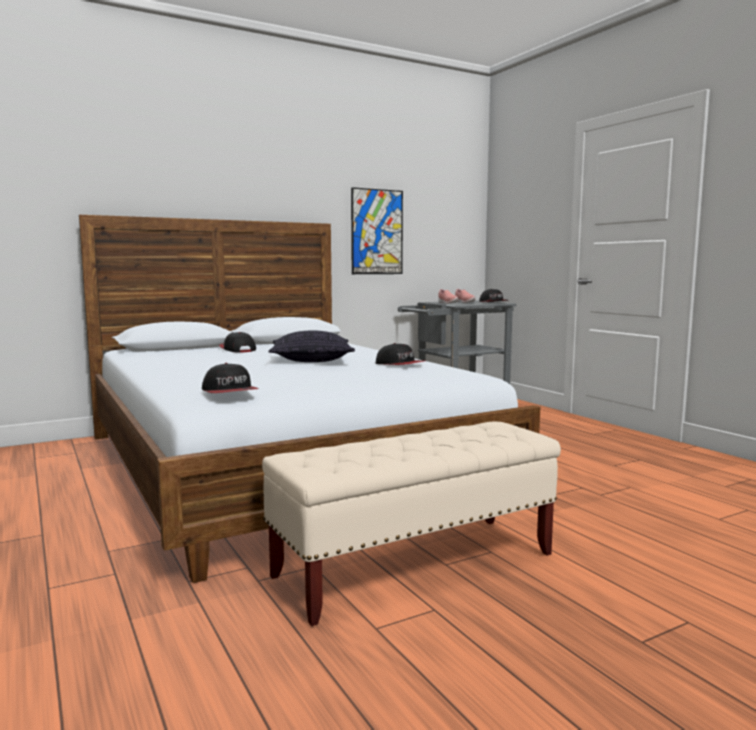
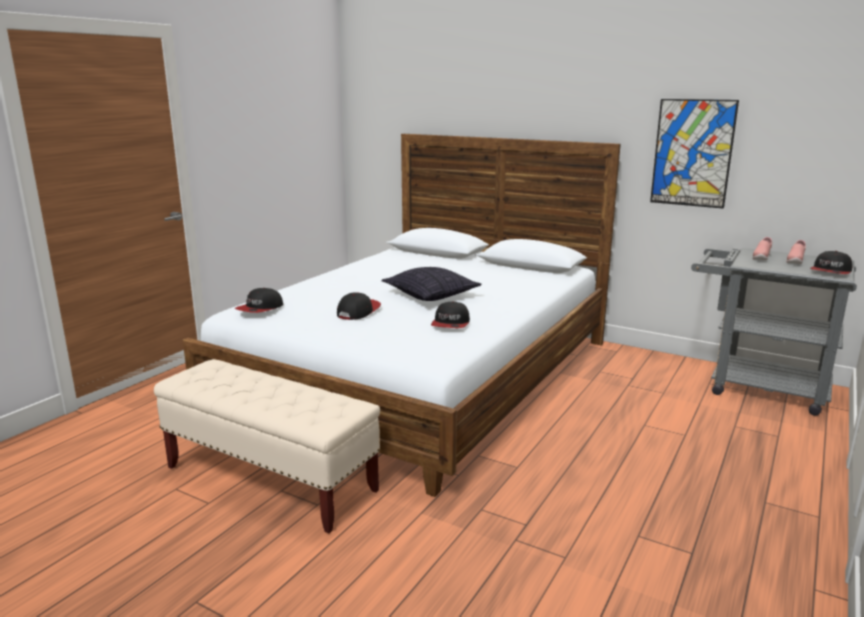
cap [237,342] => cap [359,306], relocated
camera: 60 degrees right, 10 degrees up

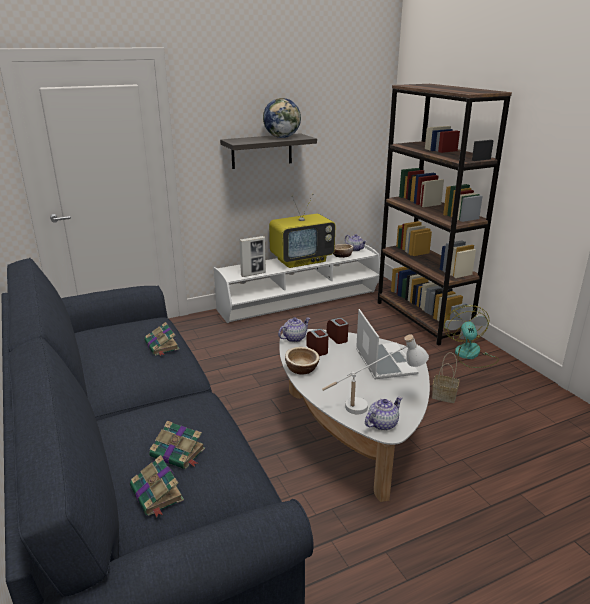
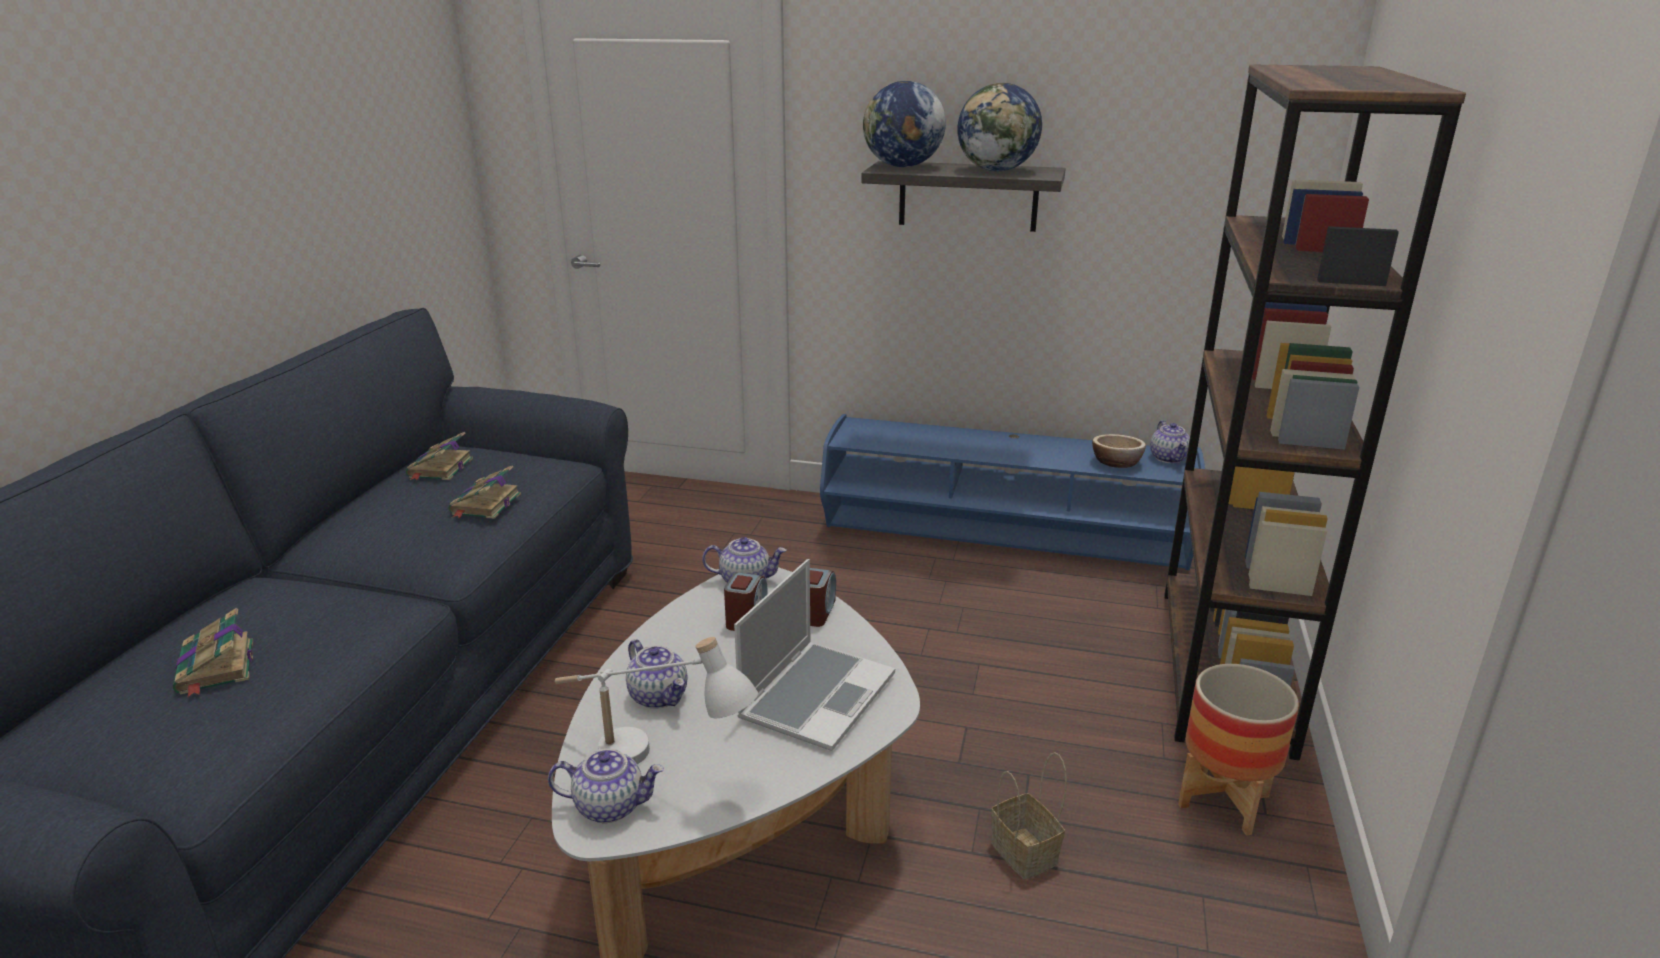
photo frame [252,256] => nothing
TV [302,231] => nothing
bowl [302,361] => nothing
nothing => tea pot [657,674]
nothing => globe [904,124]
volume [157,486] => volume [439,456], relocated
electric fan [471,336] => flower pot [1238,750]
media console/white-coloured [297,283] => media console/blue [1012,492]
camera: 40 degrees right, 0 degrees up

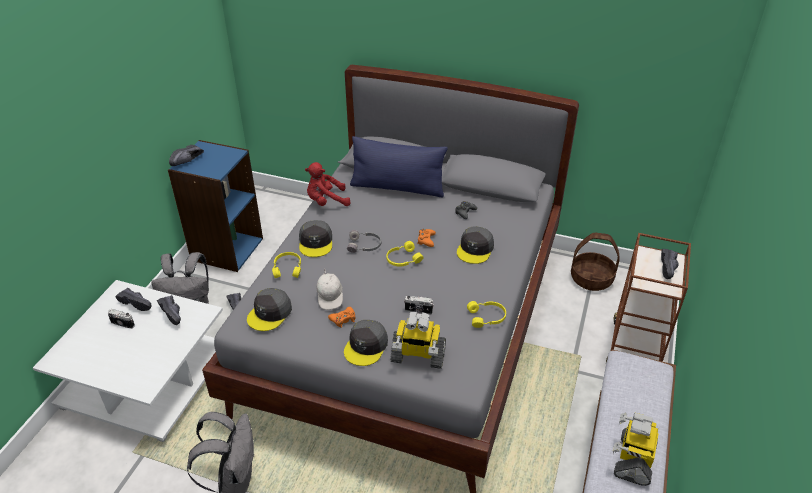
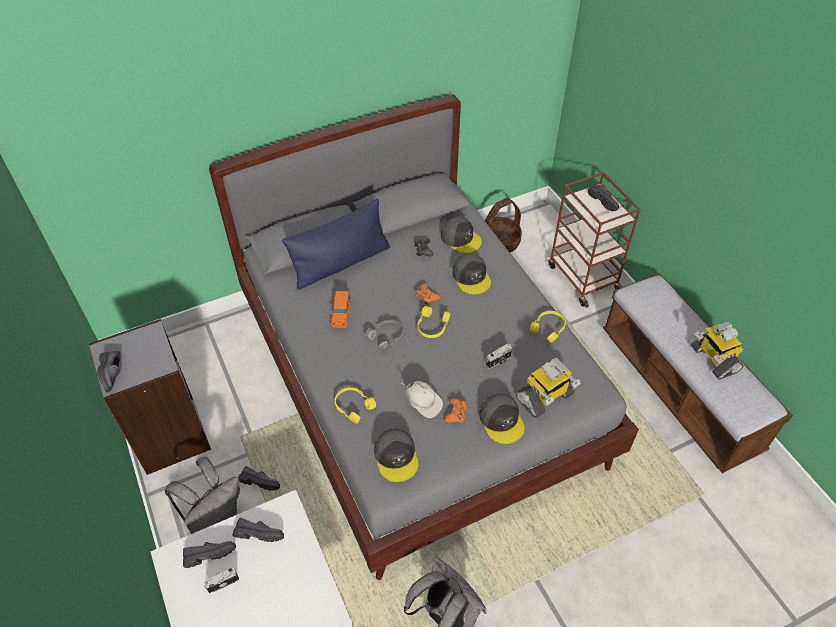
cuddly toy/red [327,184] => nothing
nothing => model car/orange-coloured [341,309]
cap/greyish [315,238] => cap/greyish [461,235], relocated
bookcase/blue [215,206] => bookcase/greyish [150,397]
camera: 45 degrees left, 10 degrees up

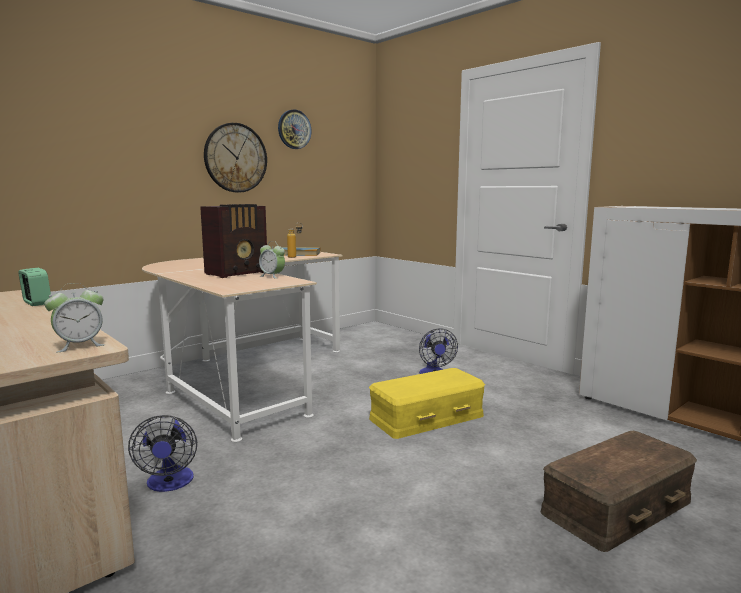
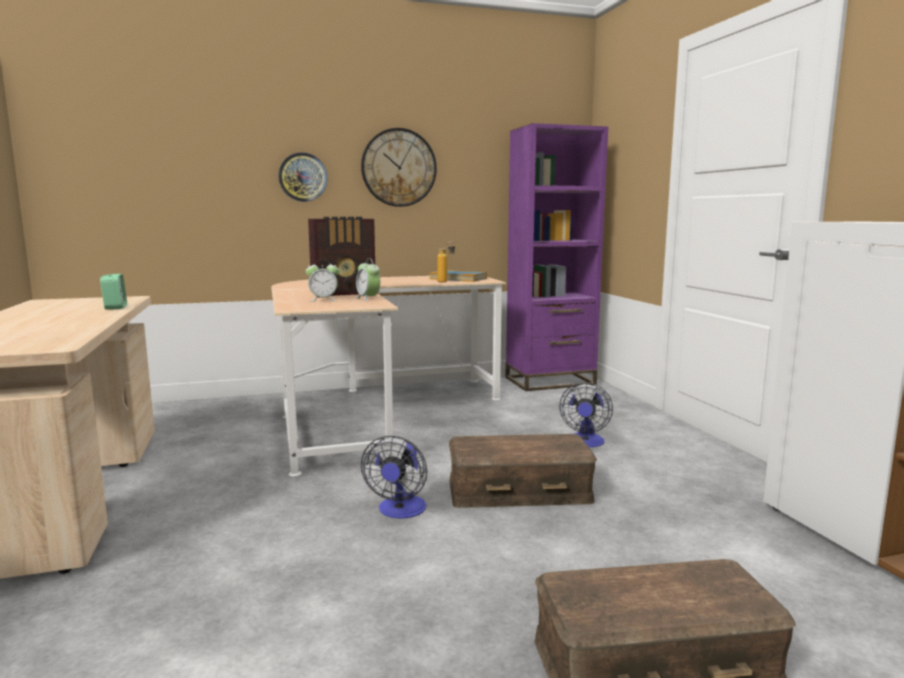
nothing => bookcase/purple-coloured [556,257]
table clock [74,317] => table clock [322,280], relocated
electric fan [162,453] => electric fan [394,477], relocated
hanging clock [295,129] => hanging clock [303,177], relocated
storage container/yellow [427,403] => storage container/brownish [523,471]
camera: 25 degrees right, 0 degrees up

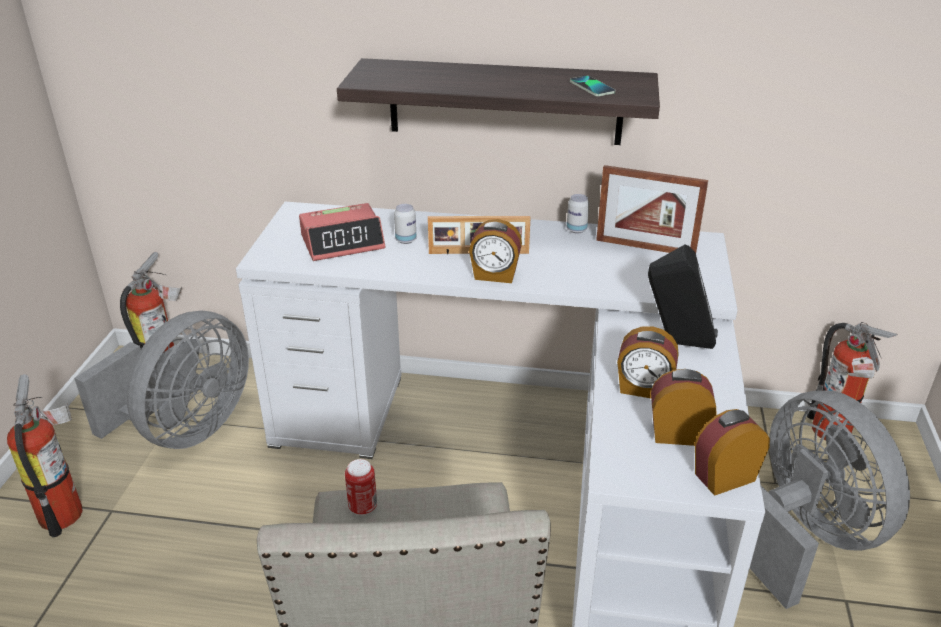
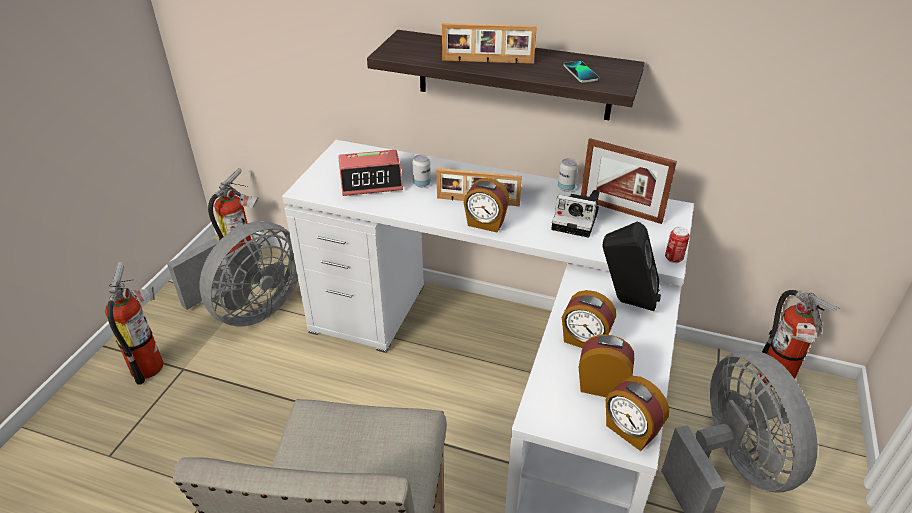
nothing => photo frame [489,43]
nothing => still camera [575,214]
can [361,487] => can [677,245], relocated
table clock [732,452] => table clock [638,413], 120 degrees counterclockwise
camera: 10 degrees right, 5 degrees up

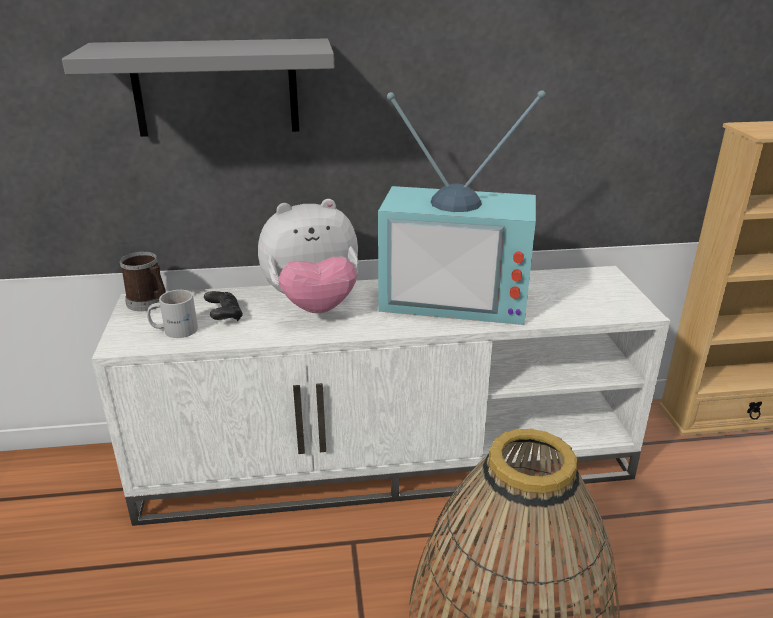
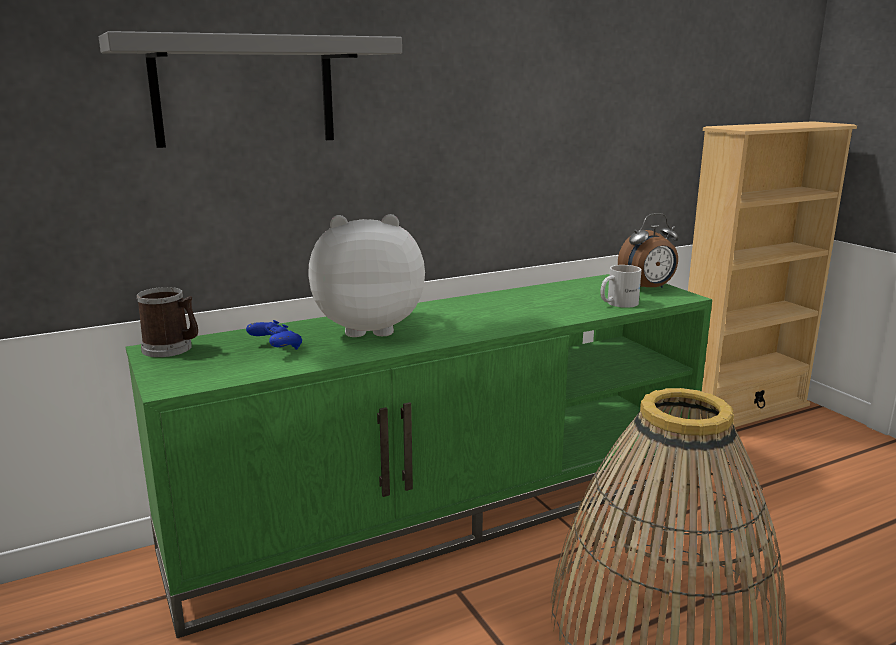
TV [462,207] => nothing
nothing => table clock [648,250]
tea mug/white-coloured [172,314] => tea mug/white-coloured [621,286], relocated
media console/white-coloured [381,396] => media console/green-coloured [419,456]
game controller/black [223,306] => game controller/blue [274,335]
cuddly toy [308,256] => cuddly toy [366,275], 150 degrees counterclockwise
camera: 20 degrees left, 10 degrees down

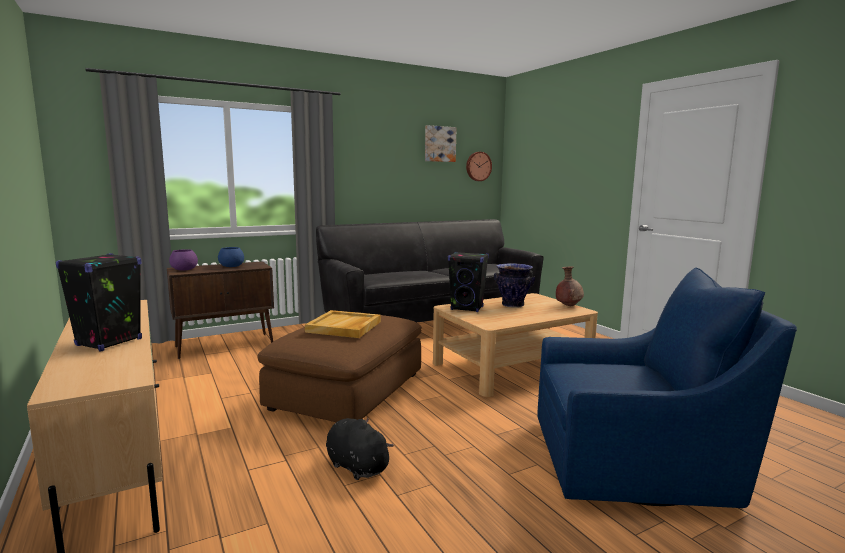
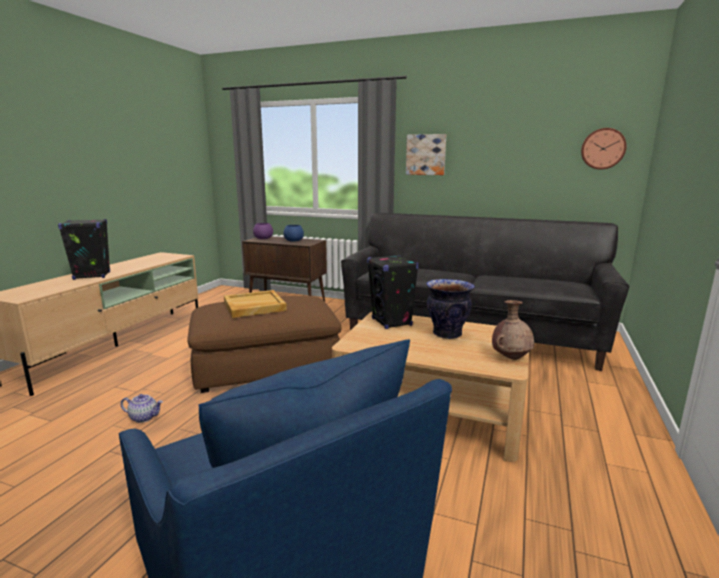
wall art [441,143] => wall art [426,154], relocated
cuddly toy/black [360,449] => tea pot [142,408]
camera: 50 degrees right, 5 degrees up

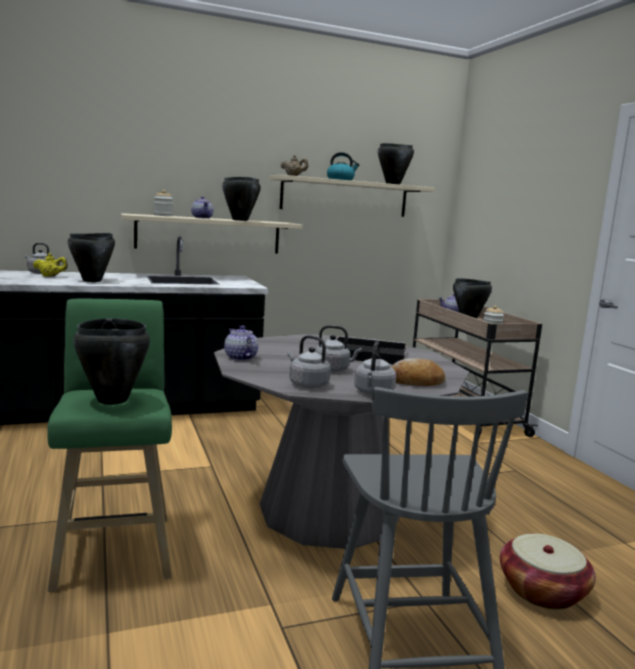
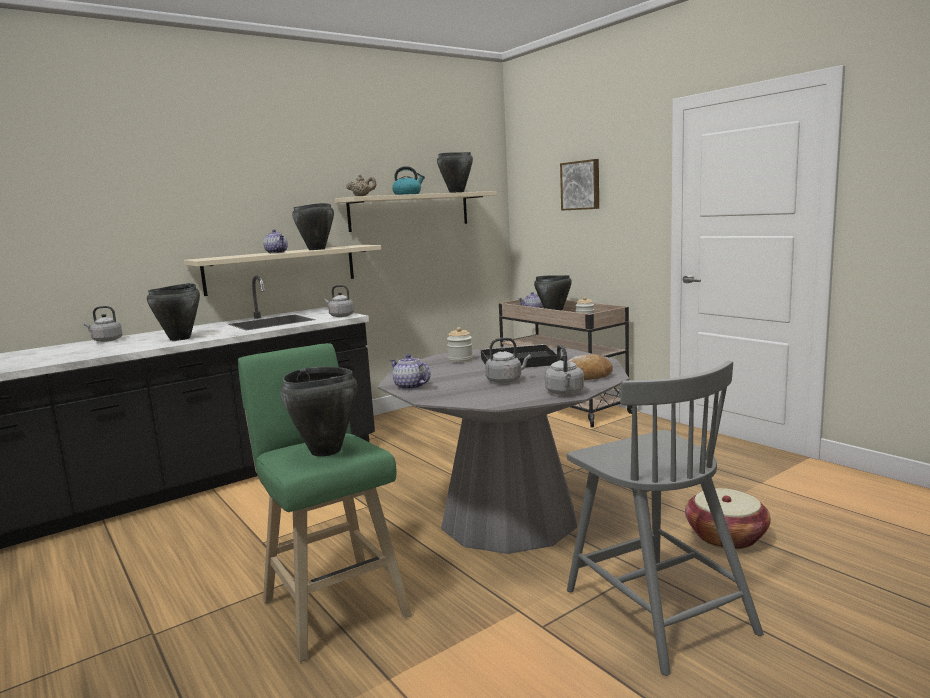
tea pot/yellow [50,265] => nothing
nothing => wall art [579,185]
preserve jar [163,203] => preserve jar [460,345], relocated
tea kettle/greyish [309,361] => tea kettle/greyish [339,301], relocated
camera: 15 degrees left, 0 degrees up

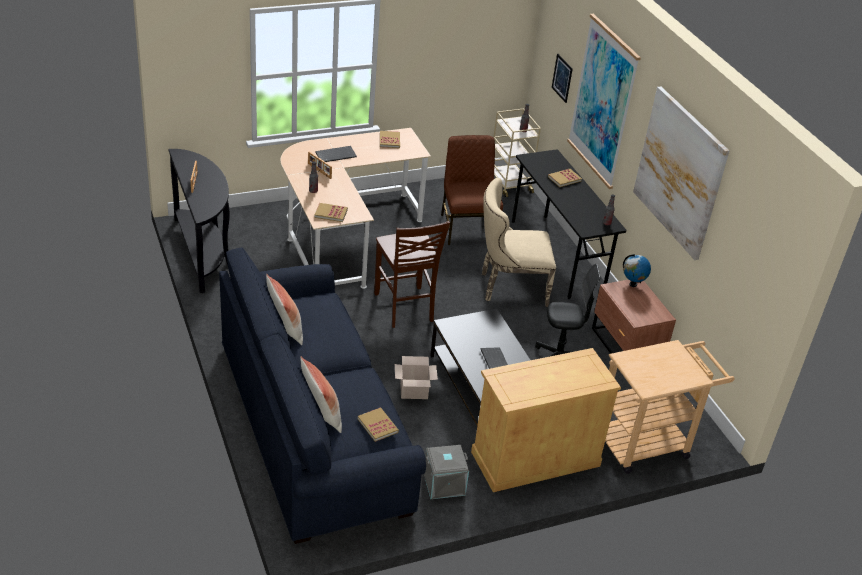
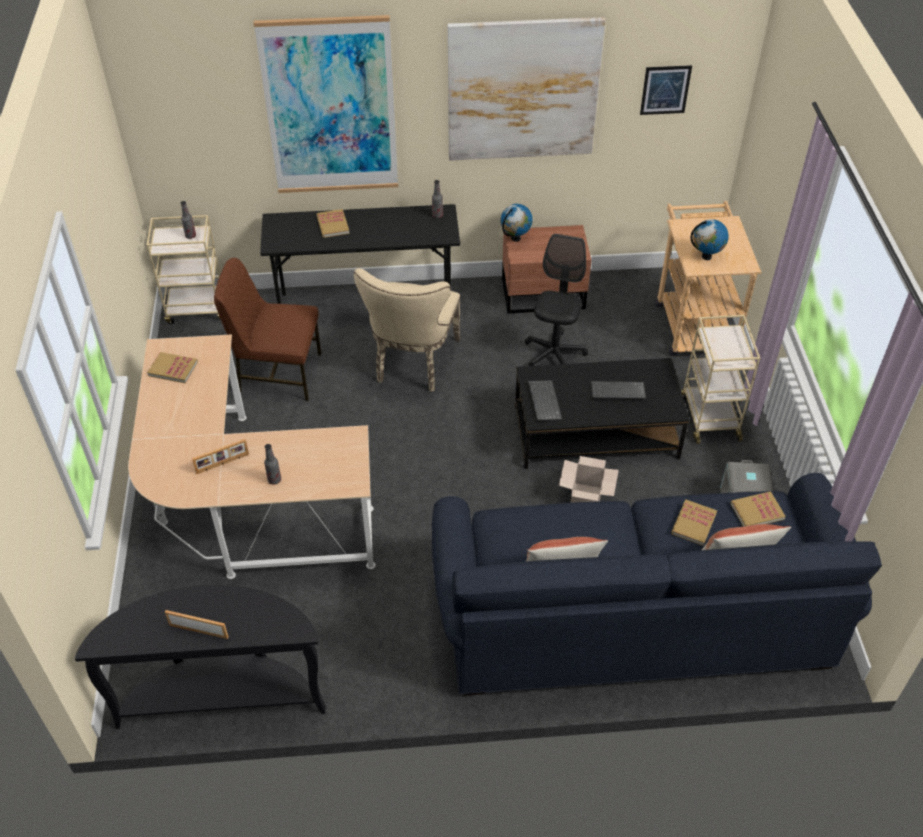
plain chair/brownish [412,274] => nothing
nothing => globe [710,239]
volume [331,212] => volume [694,523], relocated
computer keyboard [336,154] => computer keyboard [545,401], relocated
wall art [562,78] => wall art [666,90], relocated
cupboard/sand-coloured [546,420] => wheeled cart/sand-coloured [720,379]
camera: 70 degrees left, 10 degrees up

